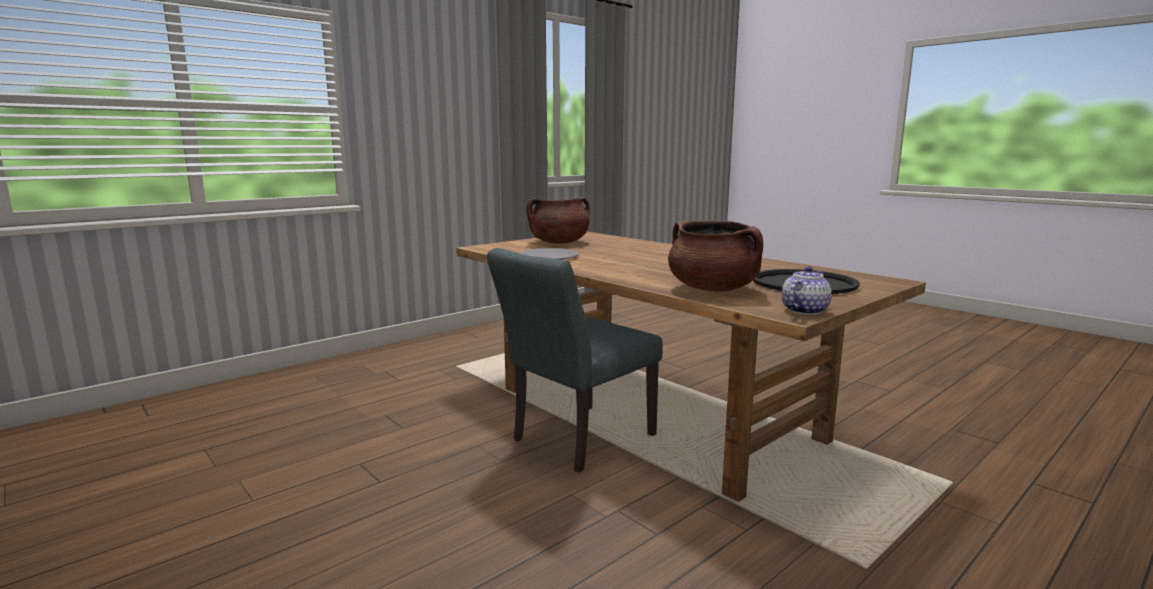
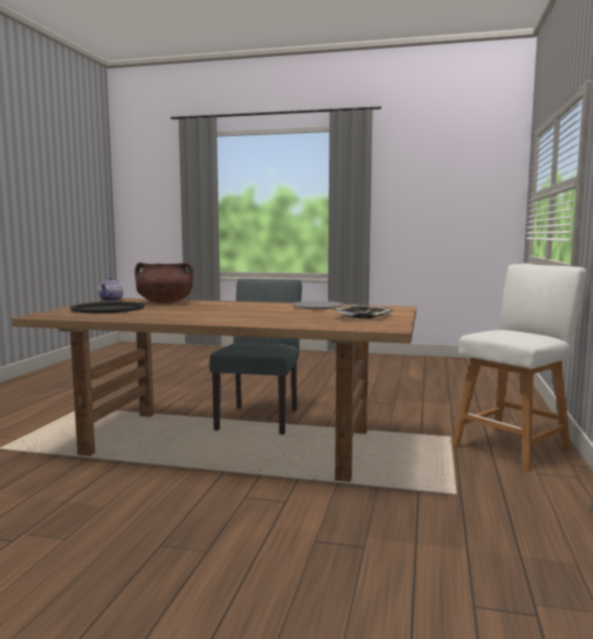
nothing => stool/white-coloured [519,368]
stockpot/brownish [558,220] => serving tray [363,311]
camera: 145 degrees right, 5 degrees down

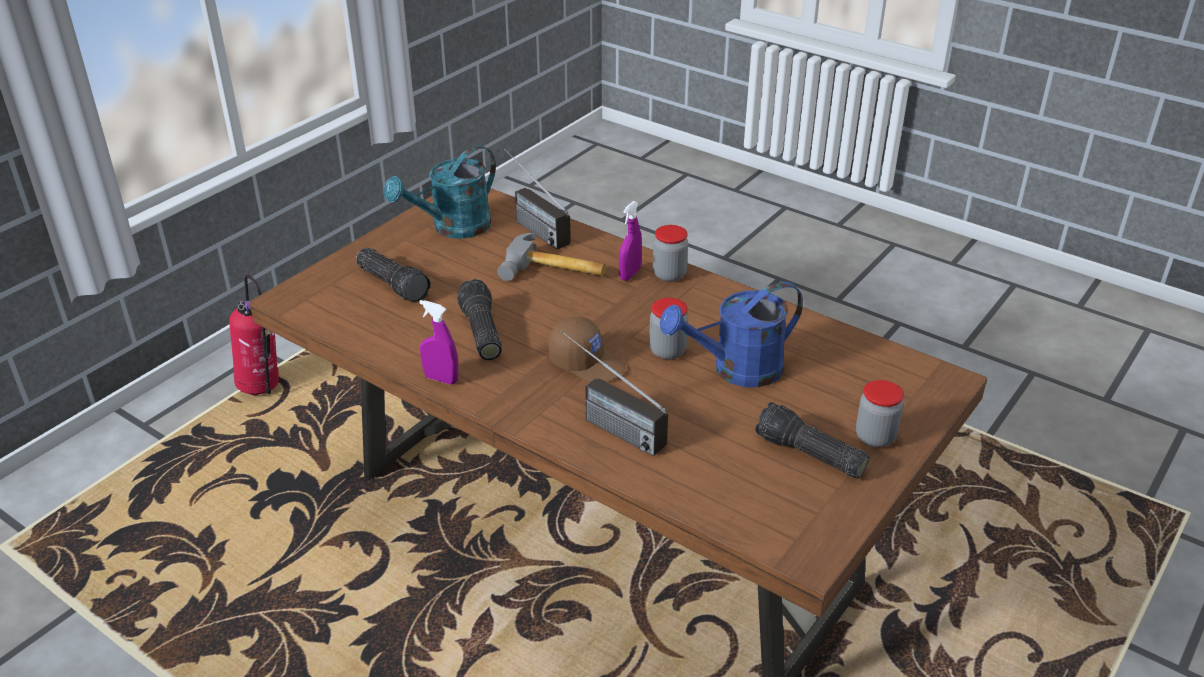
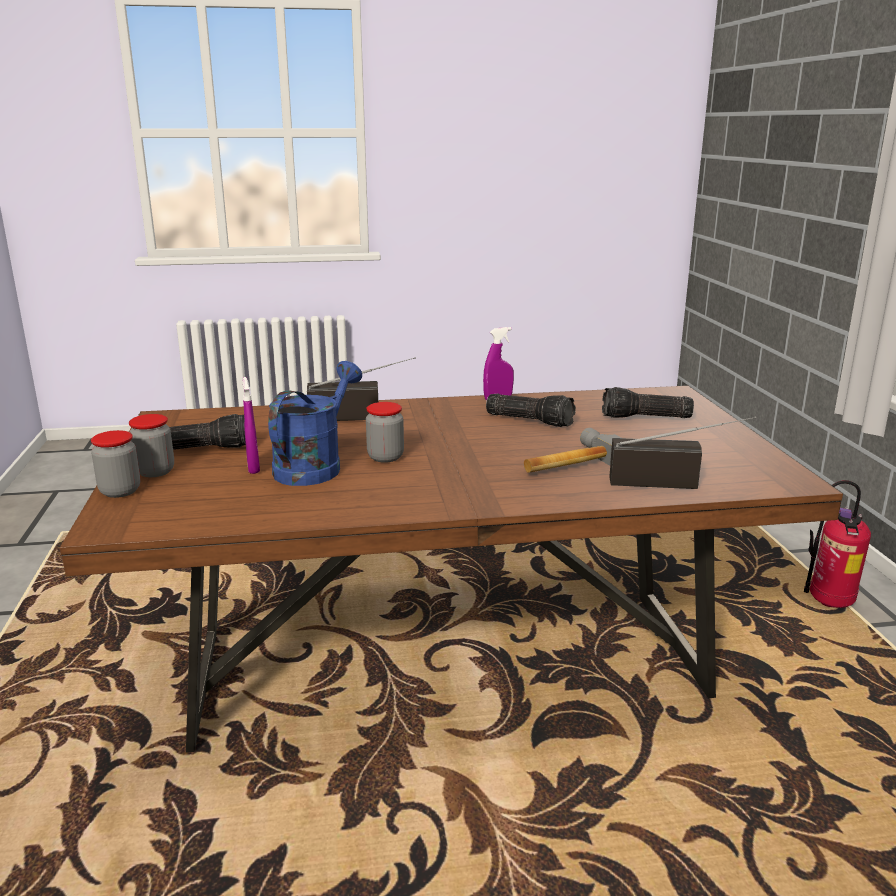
watering pot/turquoise-coloured [440,192] => nothing
cap/brownish [587,349] => nothing
spray bottle/purple-coloured [630,241] => spray bottle/purple-coloured [251,425], relocated
preserve jar [670,253] => preserve jar [115,464], relocated
camera: 135 degrees right, 15 degrees down

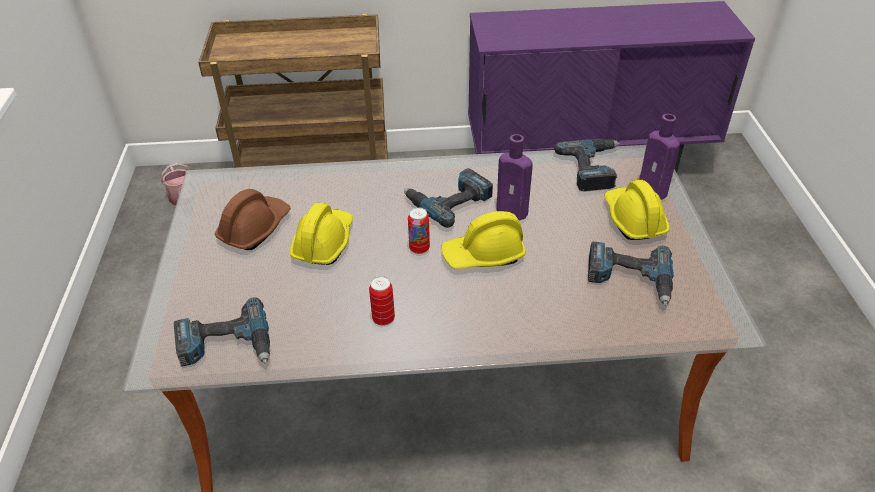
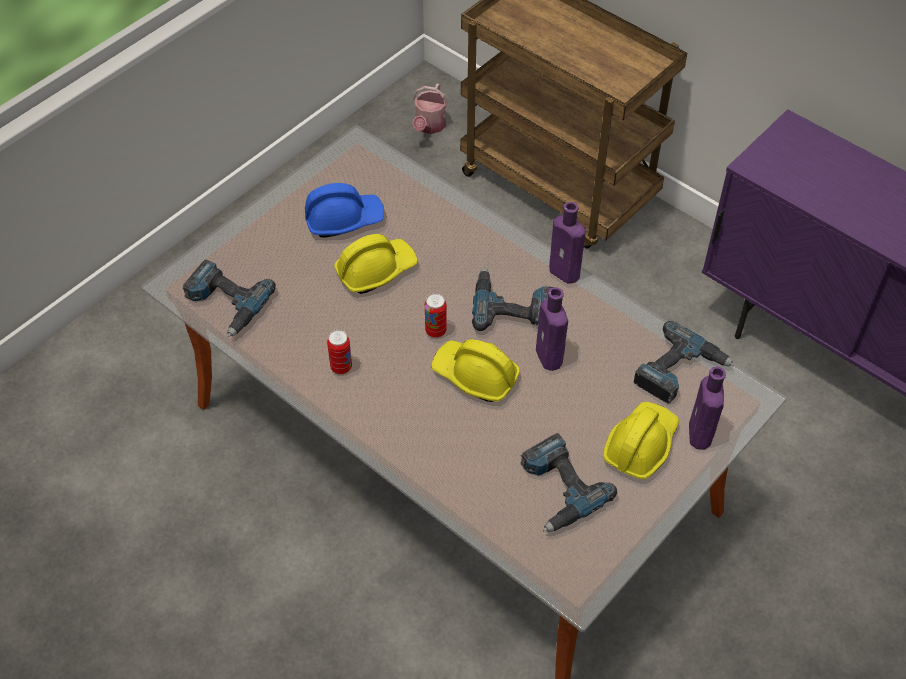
nothing => drink bottle/purple-coloured [567,243]
work helmet/brownish [253,219] => work helmet/blue [344,210]
camera: 45 degrees right, 10 degrees up

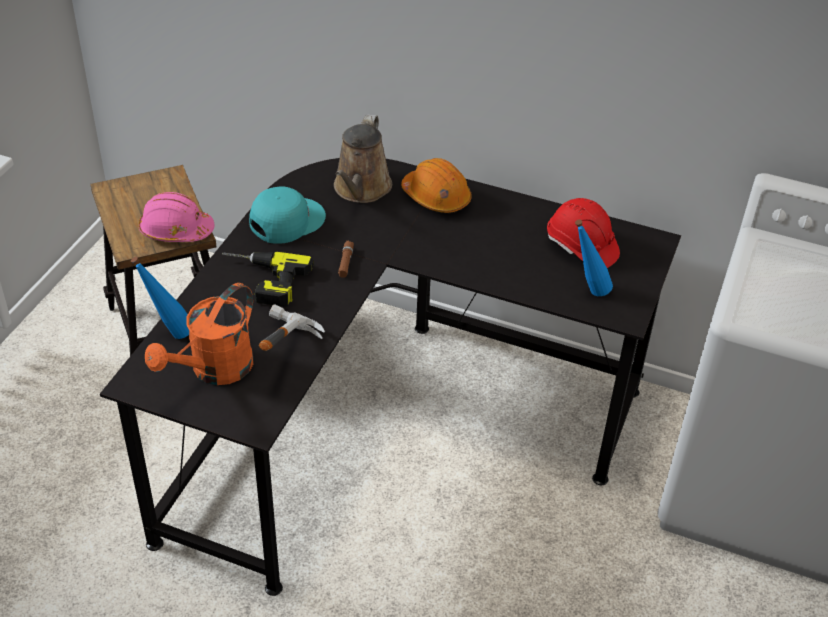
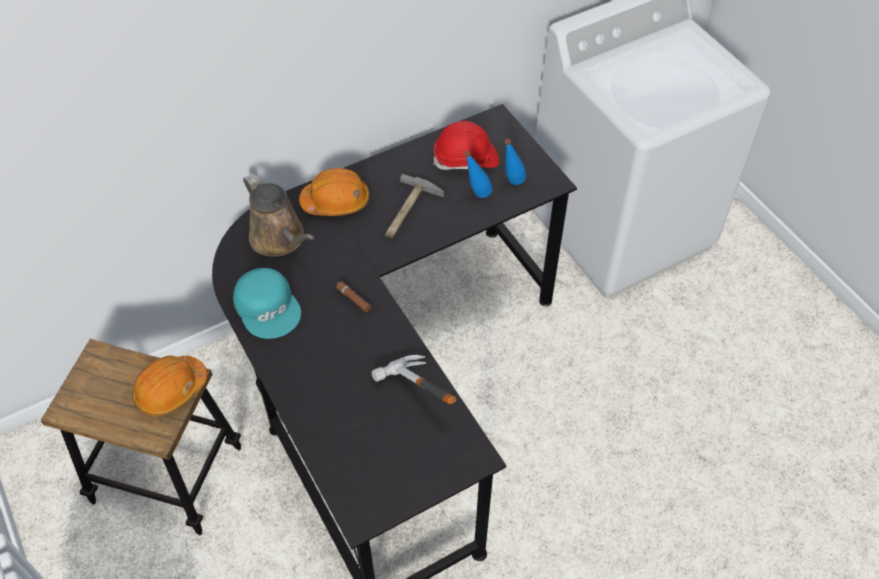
watering pot/orange-coloured [199,334] => nothing
electric drill [268,279] => nothing
nothing => hand hammer [414,206]
drink bottle/blue [160,298] => drink bottle/blue [478,174], relocated
work helmet/pinkish [177,217] => work helmet/orange-coloured [169,386]
cap/turquoise-coloured [287,215] => cap/turquoise-coloured [267,303], 150 degrees clockwise
camera: 50 degrees left, 10 degrees up

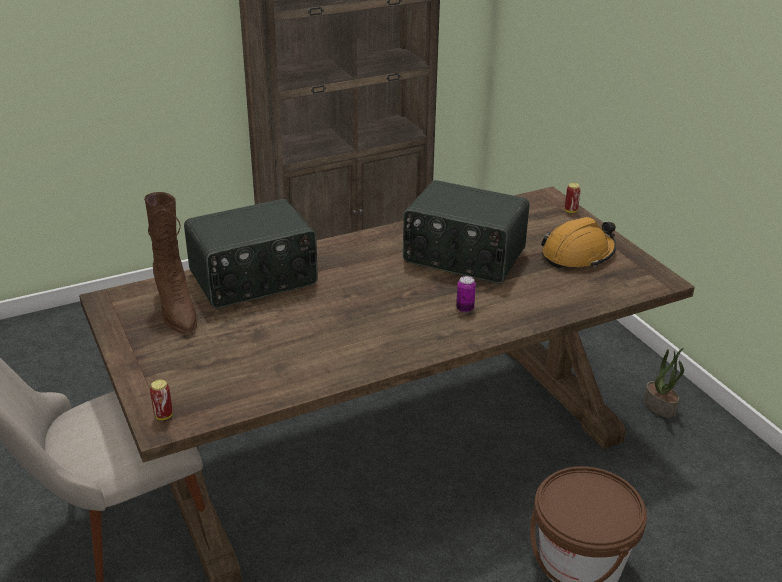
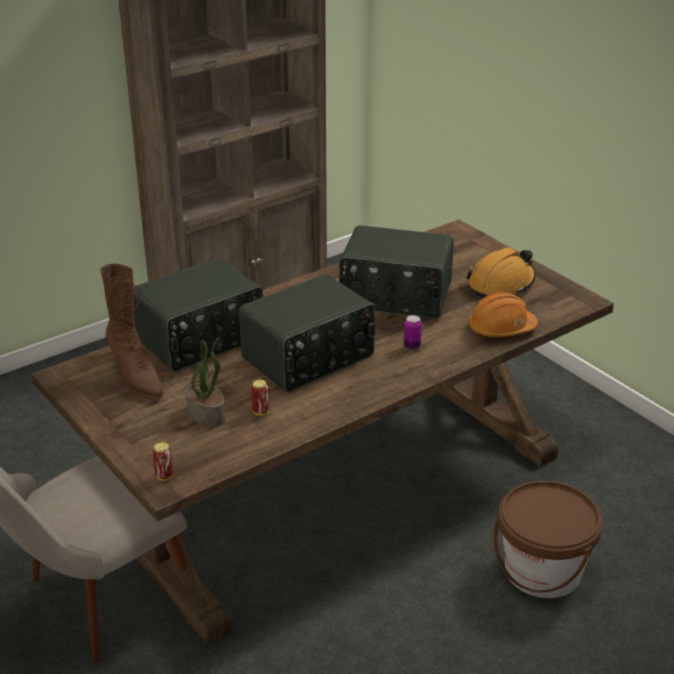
nothing => radio [307,333]
nothing => work helmet/orange-coloured [503,314]
can [573,198] => can [260,398], relocated
potted plant [664,383] => potted plant [206,381], relocated
camera: 10 degrees left, 0 degrees up

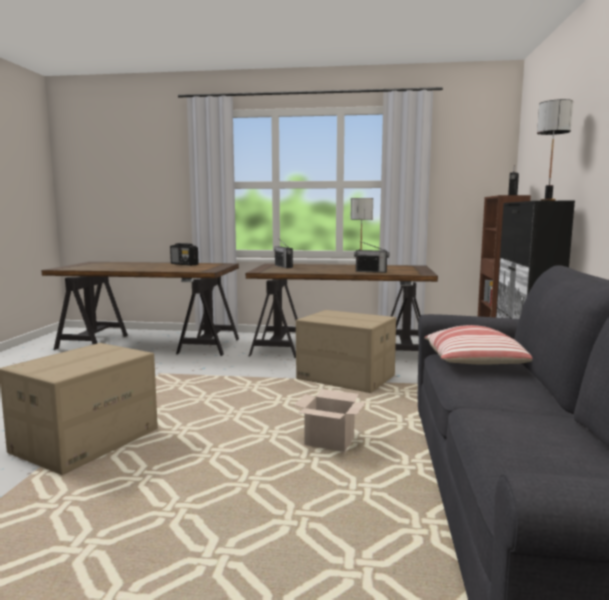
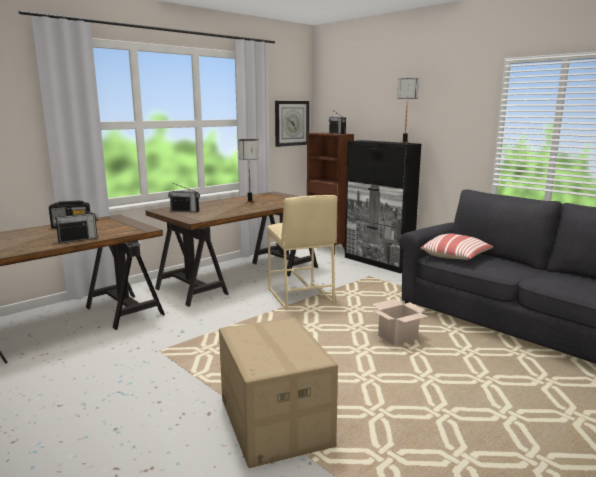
nothing => hanging clock [292,124]
radio [371,257] => radio [75,224], relocated
packing box [346,351] => stool/sand-coloured [302,252]
camera: 50 degrees left, 5 degrees up

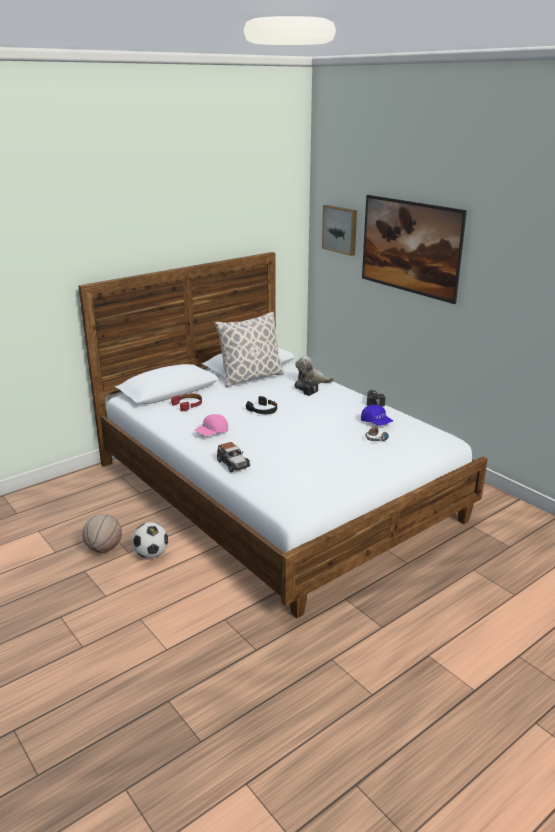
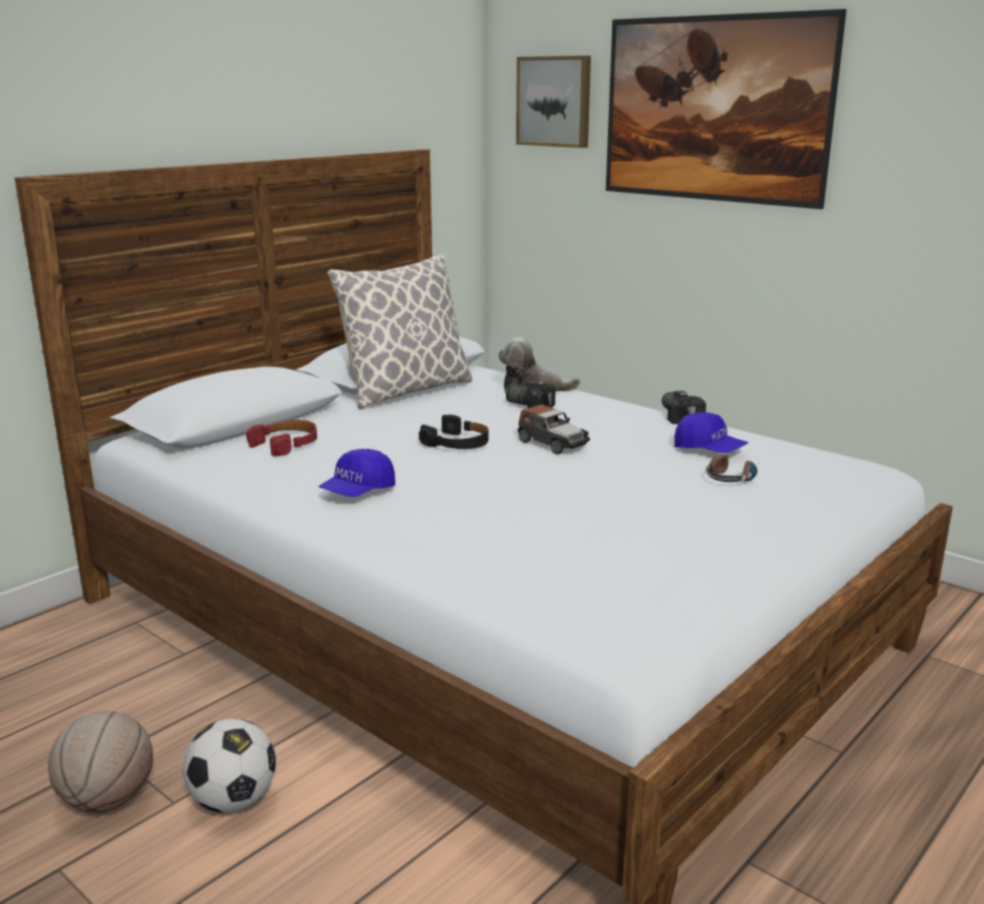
model car [233,457] => model car [554,429], relocated
cap/pinkish [211,425] => cap/blue [356,473]
camera: 10 degrees left, 5 degrees down

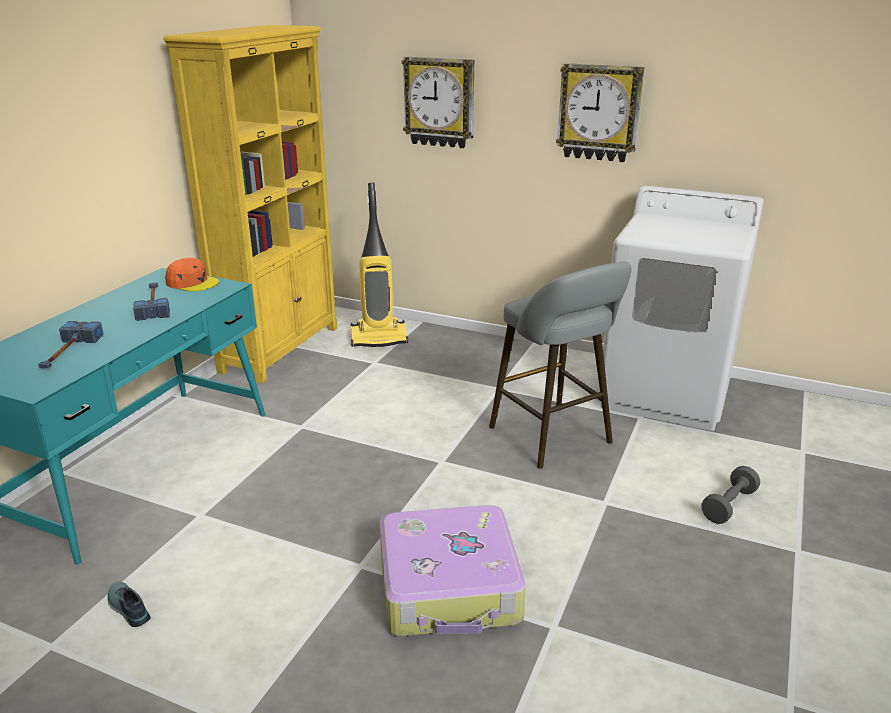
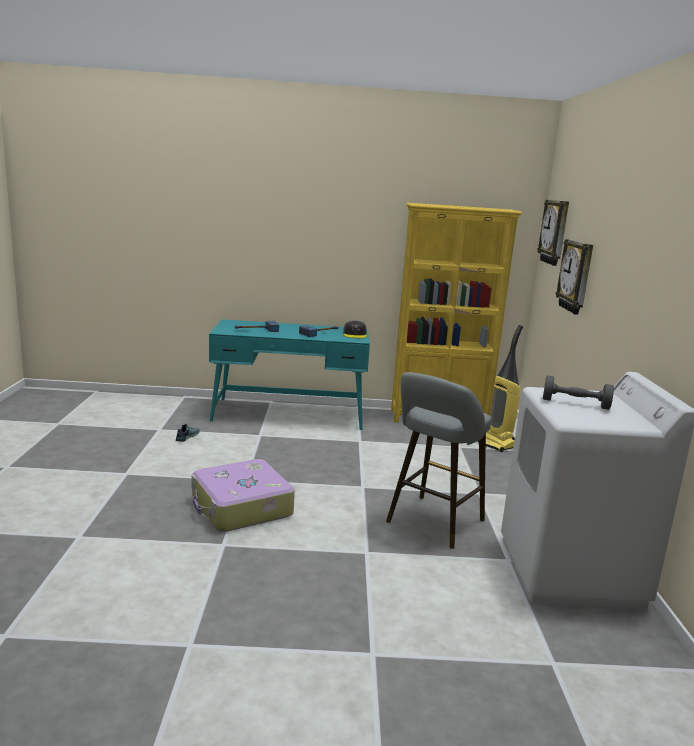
hanging clock [600,112] => hanging clock [553,233], relocated
hand weight/greyish [730,495] => hand weight/greyish [578,392], relocated
cap/orange-coloured [192,274] => cap/greyish [355,329]
camera: 65 degrees right, 10 degrees down

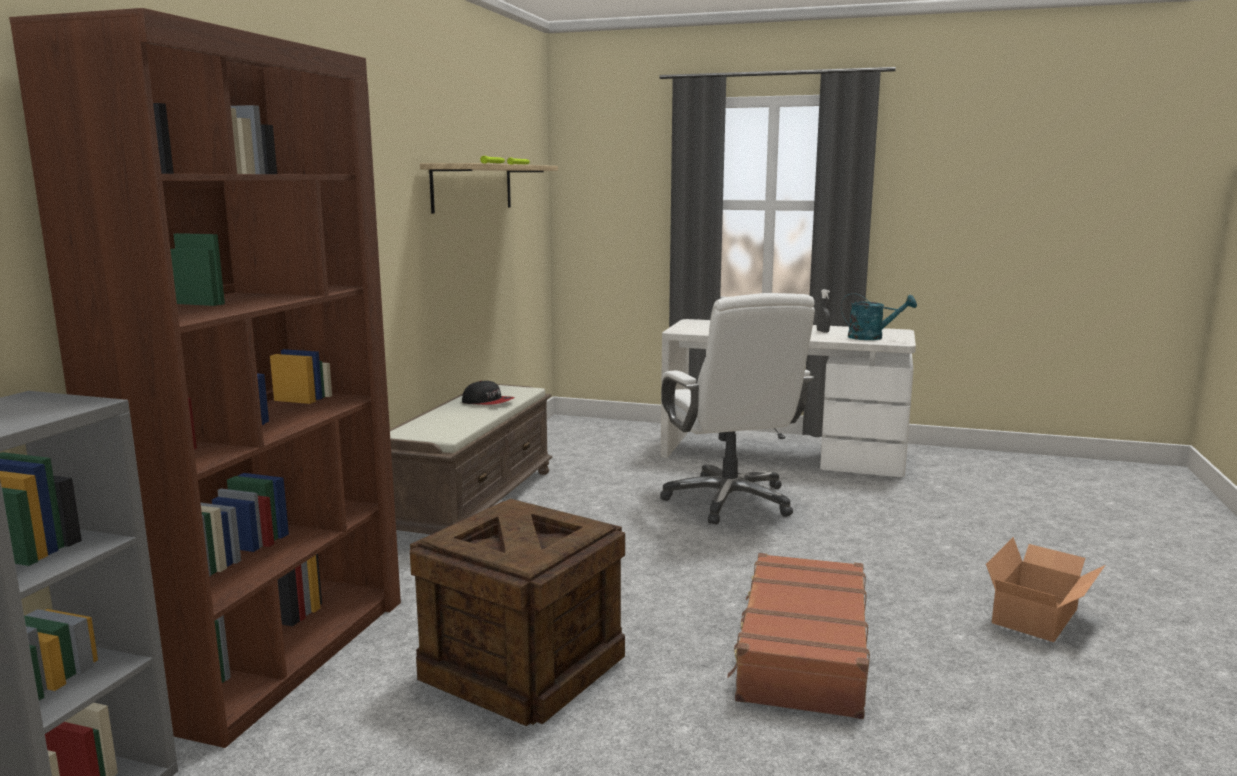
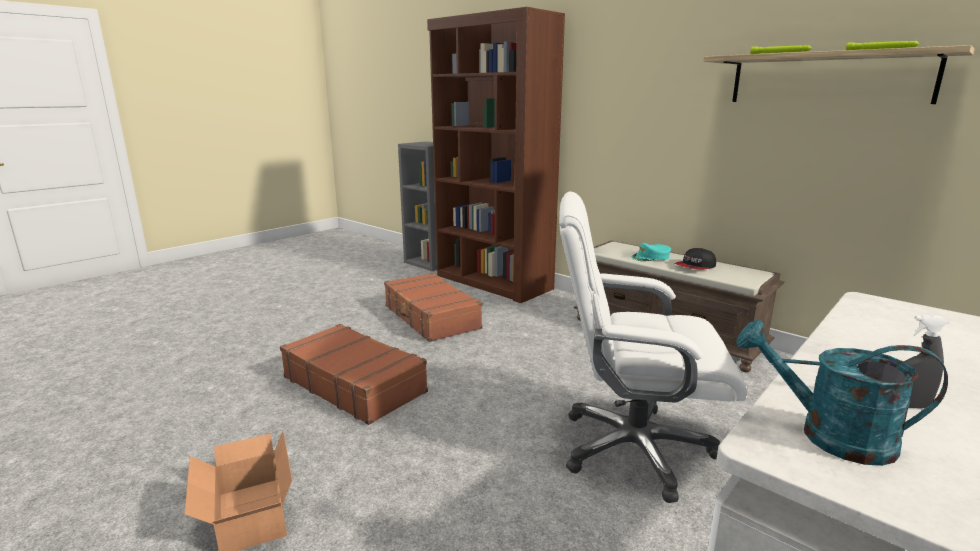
nothing => cap/turquoise-coloured [651,252]
shipping crate [517,612] => piece of luggage/brownish [433,307]
watering pot/turquoise-coloured [879,316] => watering pot/turquoise-coloured [842,393], 75 degrees clockwise
camera: 115 degrees right, 5 degrees up

